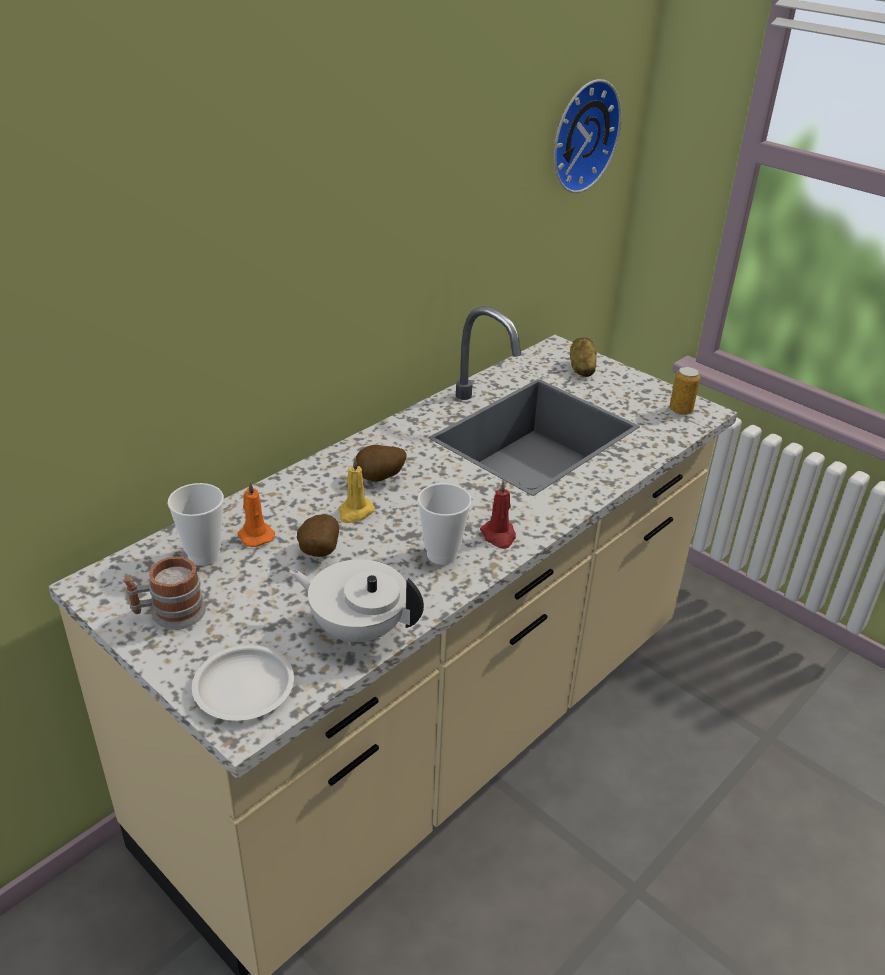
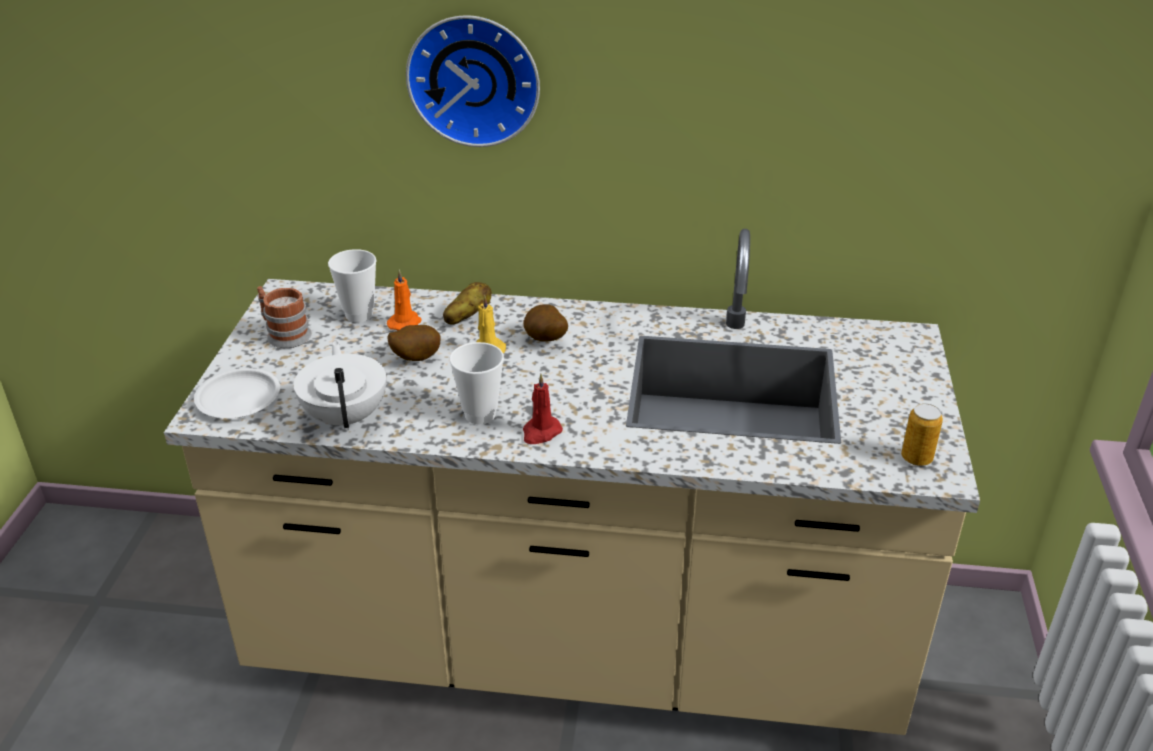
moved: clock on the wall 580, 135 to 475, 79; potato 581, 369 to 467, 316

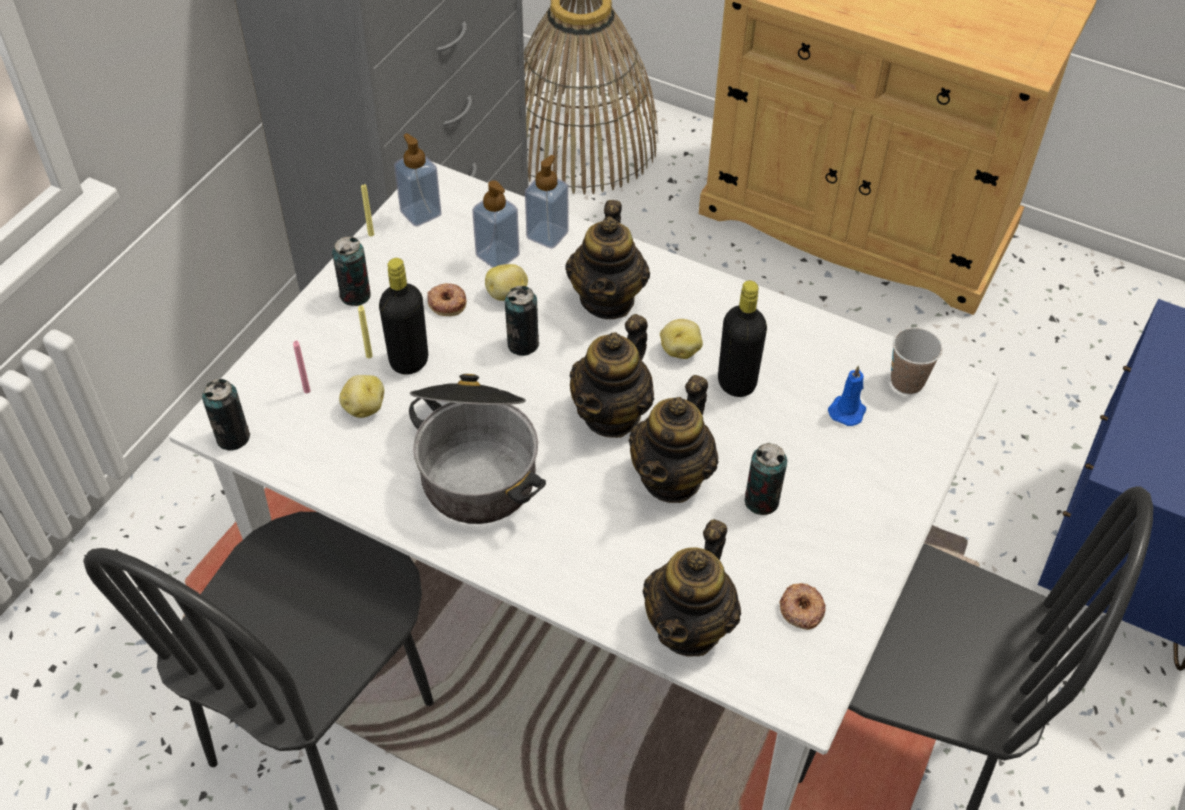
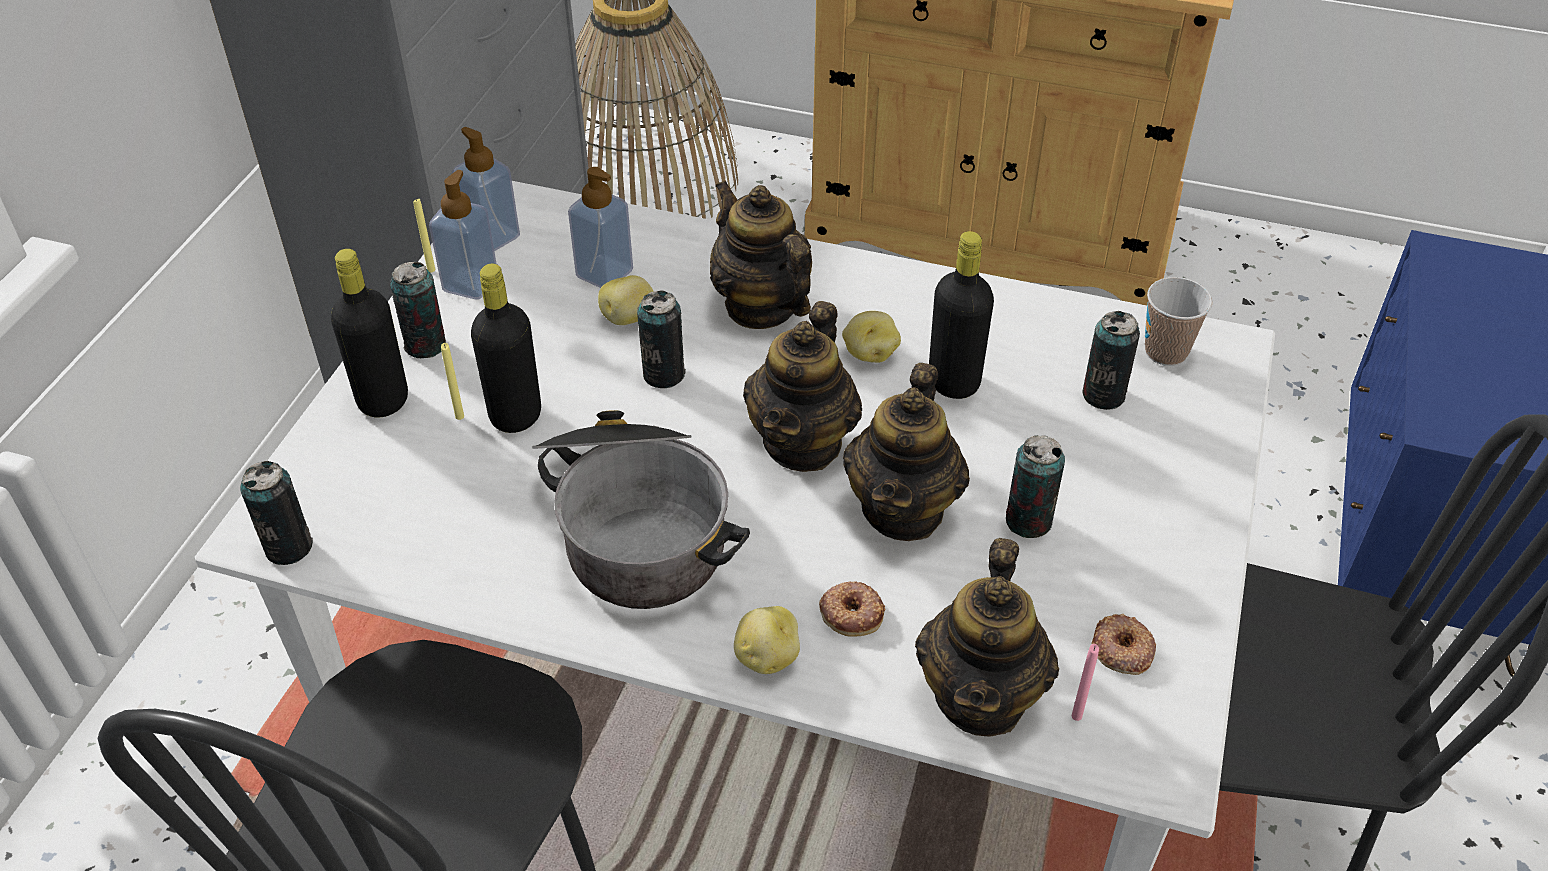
added: bottle/black 383, 400
moved: soap dispenser 547, 235 to 470, 284; potato 364, 408 to 766, 657; ring doughnut 447, 302 to 852, 612; candle/pinkish 307, 391 to 1076, 716
replaced: candle/blue-coloured 847, 410 to metal can 1103, 395
turned: teapot 608, 299 = 761, 306 150 degrees clockwise

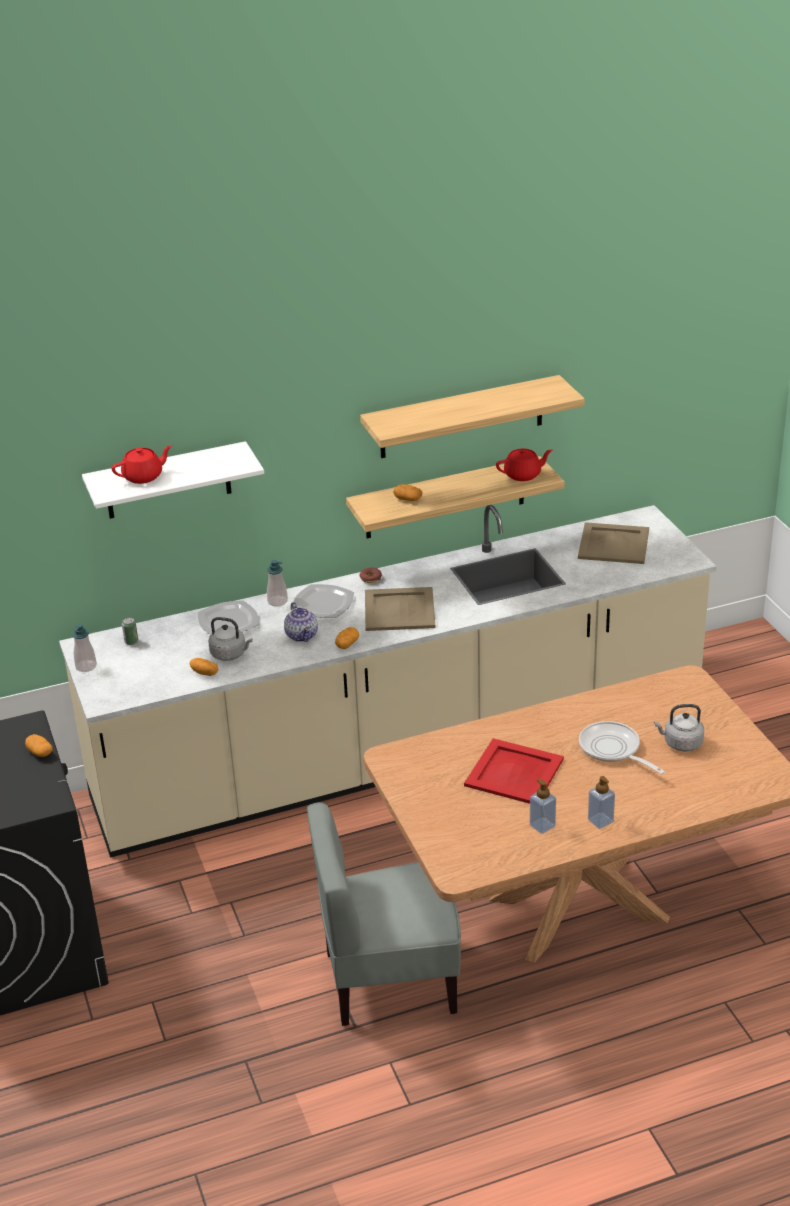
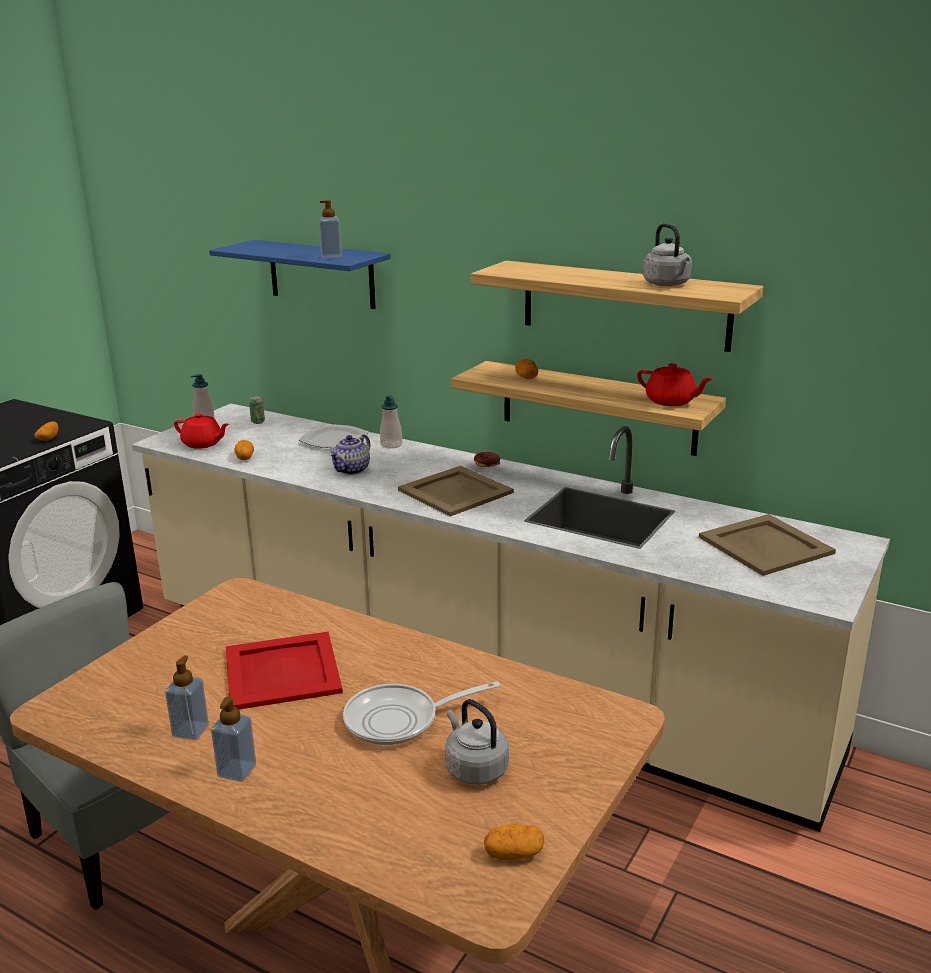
removed: plate 323, 603
added: soap dispenser 331, 257
moved: teapot/red-coloured 144, 476 to 203, 444; potato 347, 644 to 514, 854; tea kettle/grey 230, 654 to 667, 284
recoloured: shelf/whitish 167, 481 to shelf/blue-coloured 321, 274
turned: frying pan 613, 750 = 399, 720 120 degrees counterclockwise

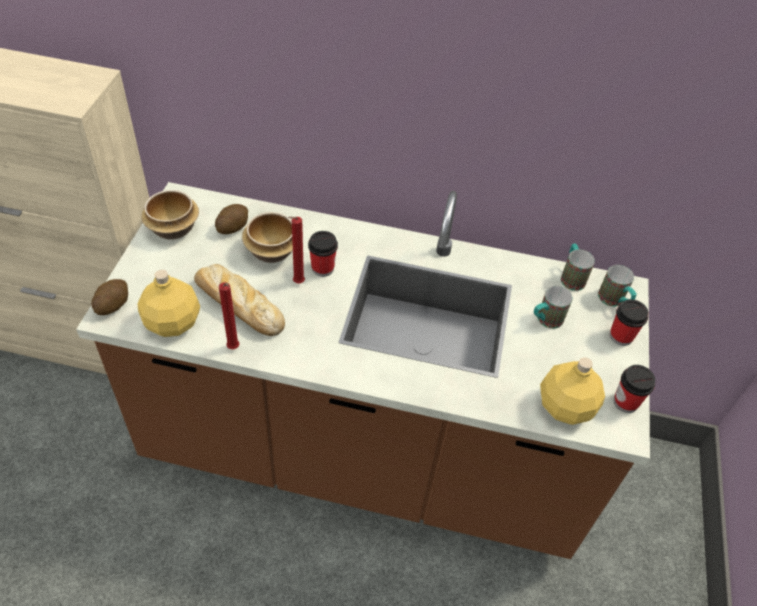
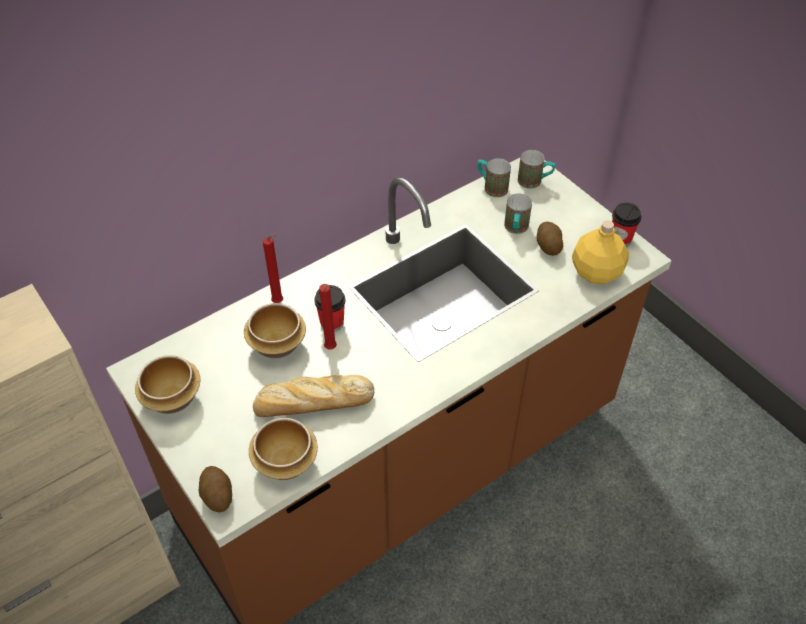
removed: cup 621, 336
moved: candle/red-coloured 234, 349 to 279, 302; potato 232, 227 to 548, 246
replaced: bottle/yellowish 173, 322 to bowl 285, 461

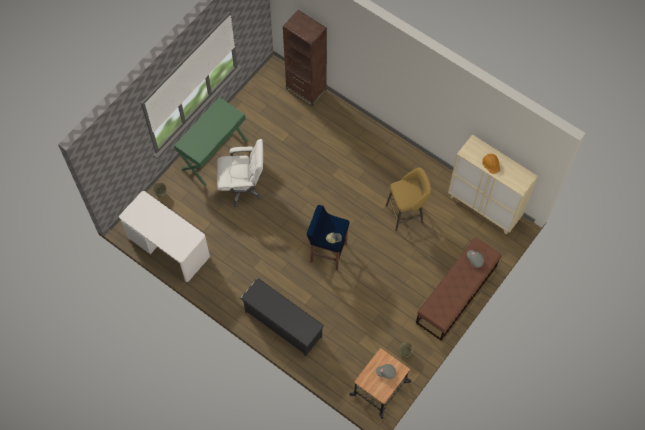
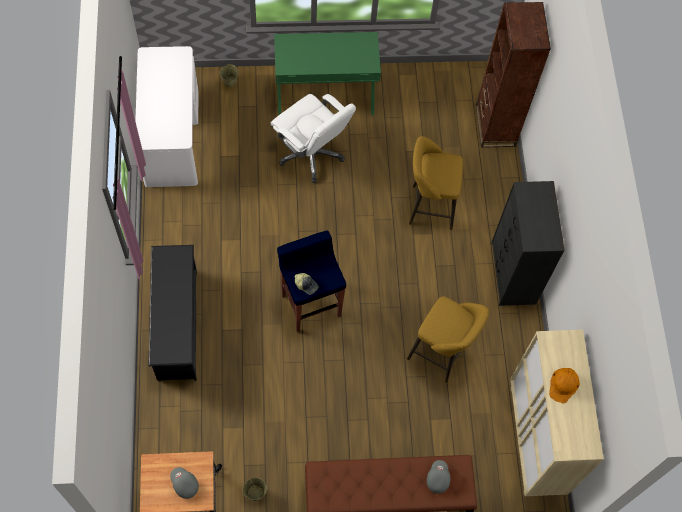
added: stool/yellowish 428, 207; chest of drawers/black 513, 274

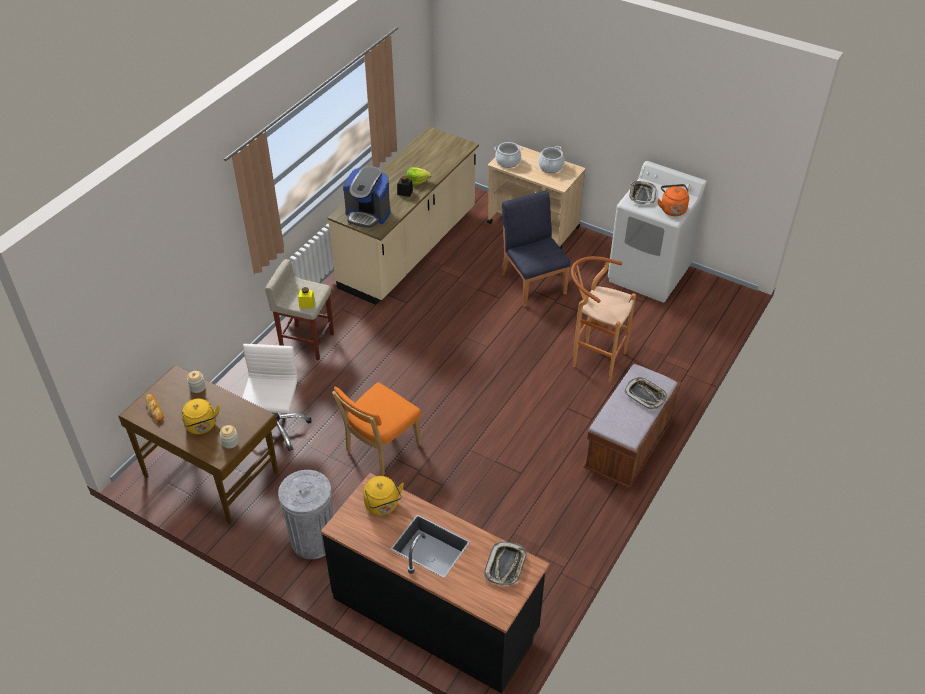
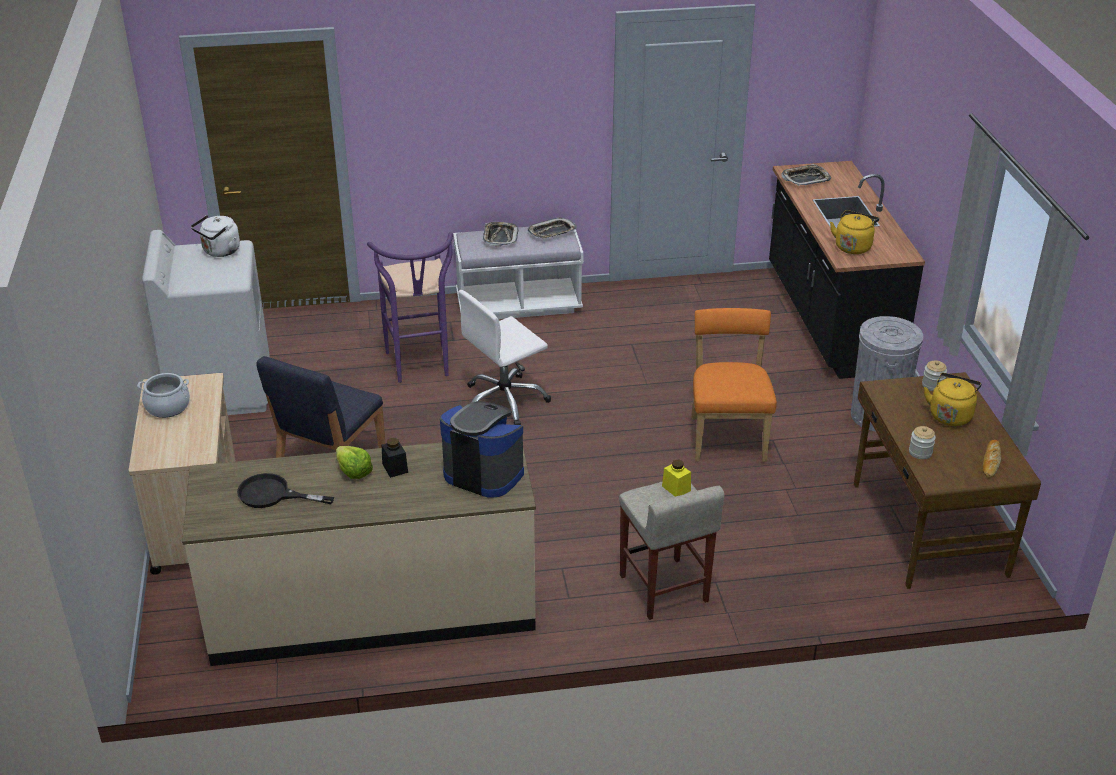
removed: saucepot 508, 161
added: frying pan/black 273, 495
moved: computer chair/whitish 275, 427 to 504, 401; serving tray 642, 195 to 552, 232
recoloured: tea kettle/orangey 672, 209 to tea kettle/whitish 220, 251; stool/brown-coloured 593, 359 to stool/purplish 420, 368; bench/brown-coloured 628, 447 to bench/whitish 518, 304
turned: coffee brewer 368, 214 = 484, 473 45 degrees counterclockwise; plain chair/orangey 380, 449 = 727, 436 90 degrees counterclockwise

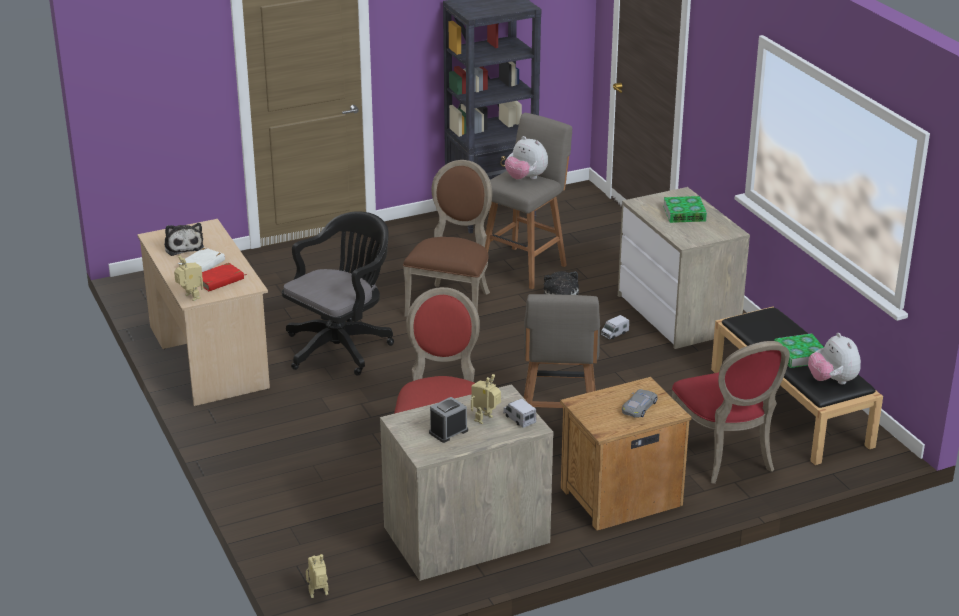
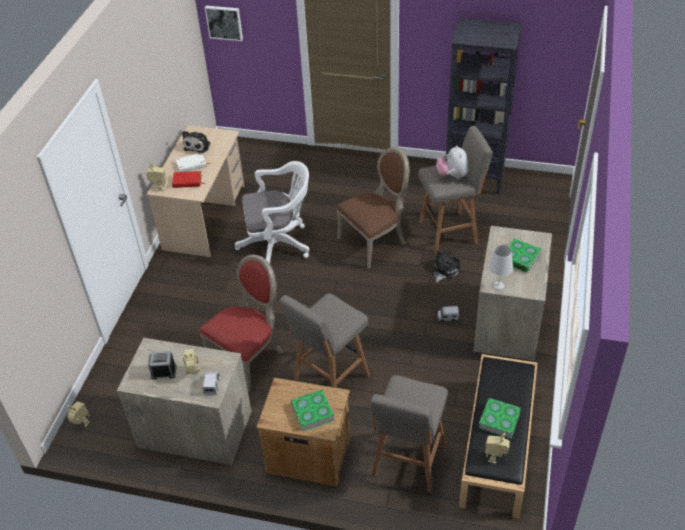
added: wall art 224, 22; tabletop lamp/whitish 498, 286
replaced: model car/grey 639, 407 to volume 312, 412; plain chair/red-coloured 726, 456 to stool/grey 408, 463; cuddly toy 832, 381 to robot figure 495, 457
recoloured: computer chair/black 341, 346 to computer chair/whitish 279, 244

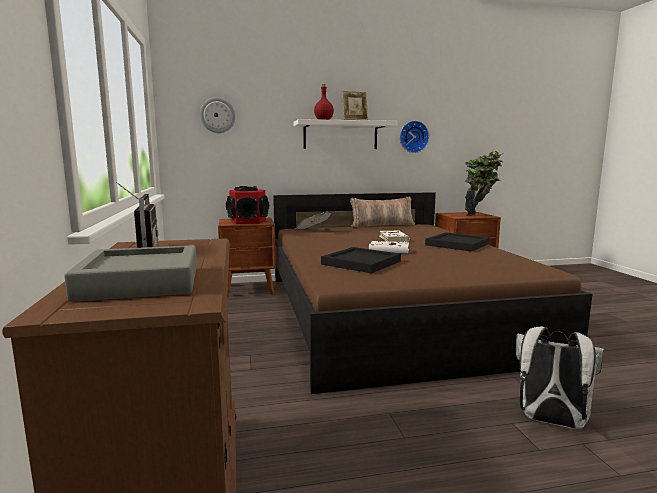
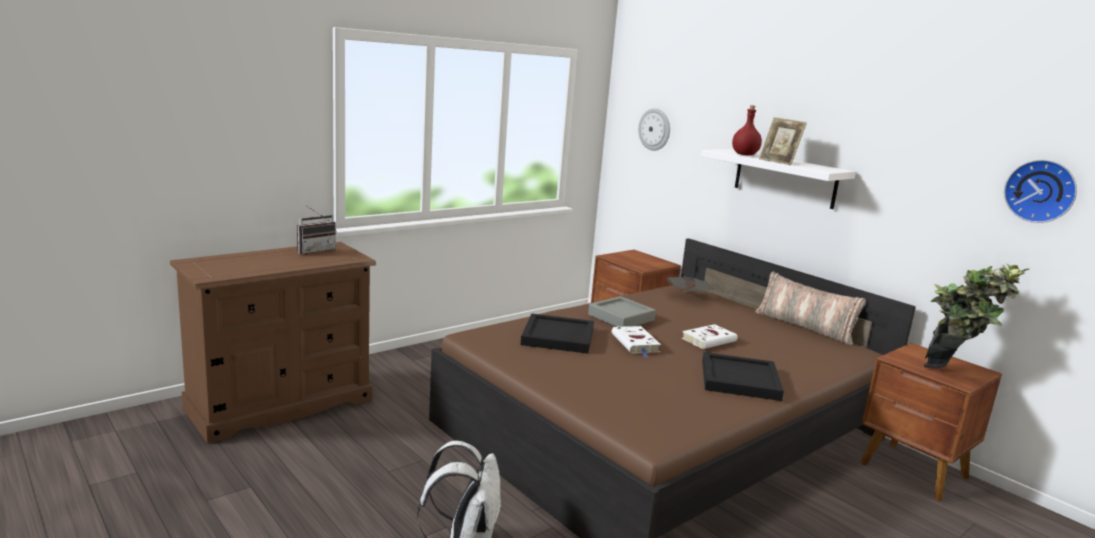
removed: audio speaker 248, 221
moved: serving tray/grey 140, 282 to 621, 317; clock on the wall 413, 137 to 1041, 191

